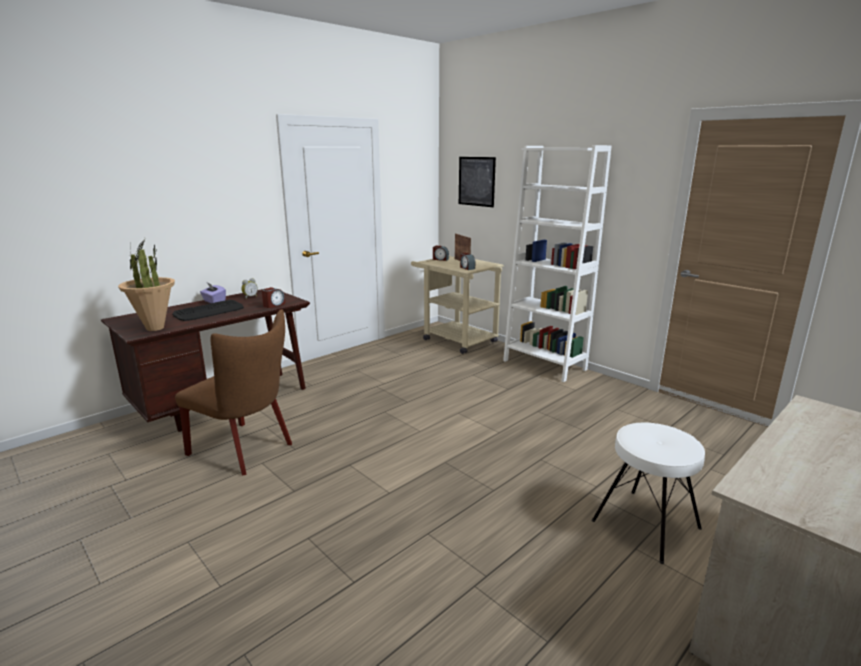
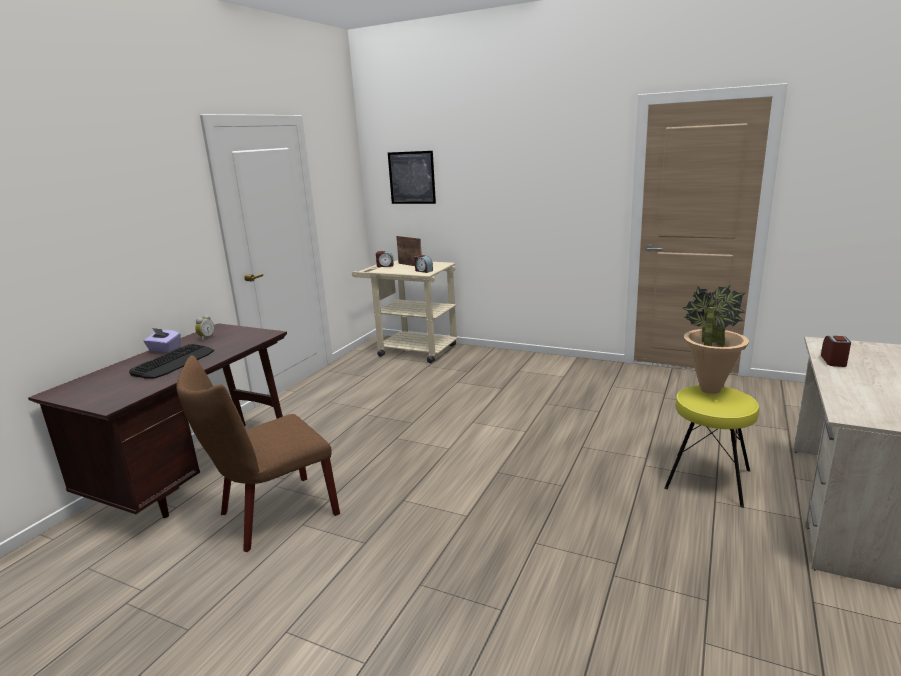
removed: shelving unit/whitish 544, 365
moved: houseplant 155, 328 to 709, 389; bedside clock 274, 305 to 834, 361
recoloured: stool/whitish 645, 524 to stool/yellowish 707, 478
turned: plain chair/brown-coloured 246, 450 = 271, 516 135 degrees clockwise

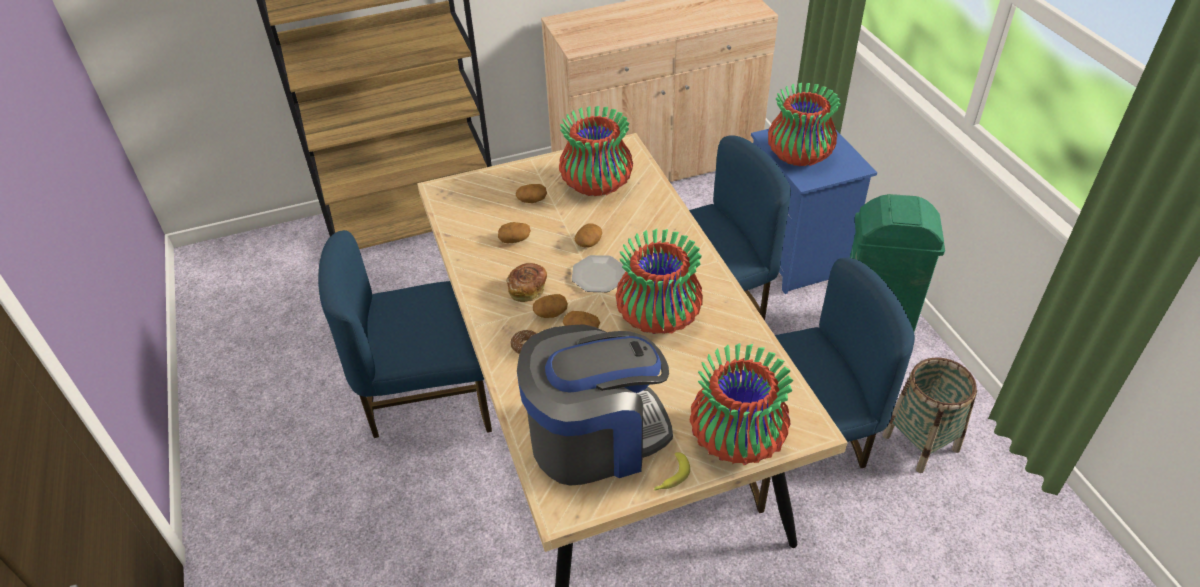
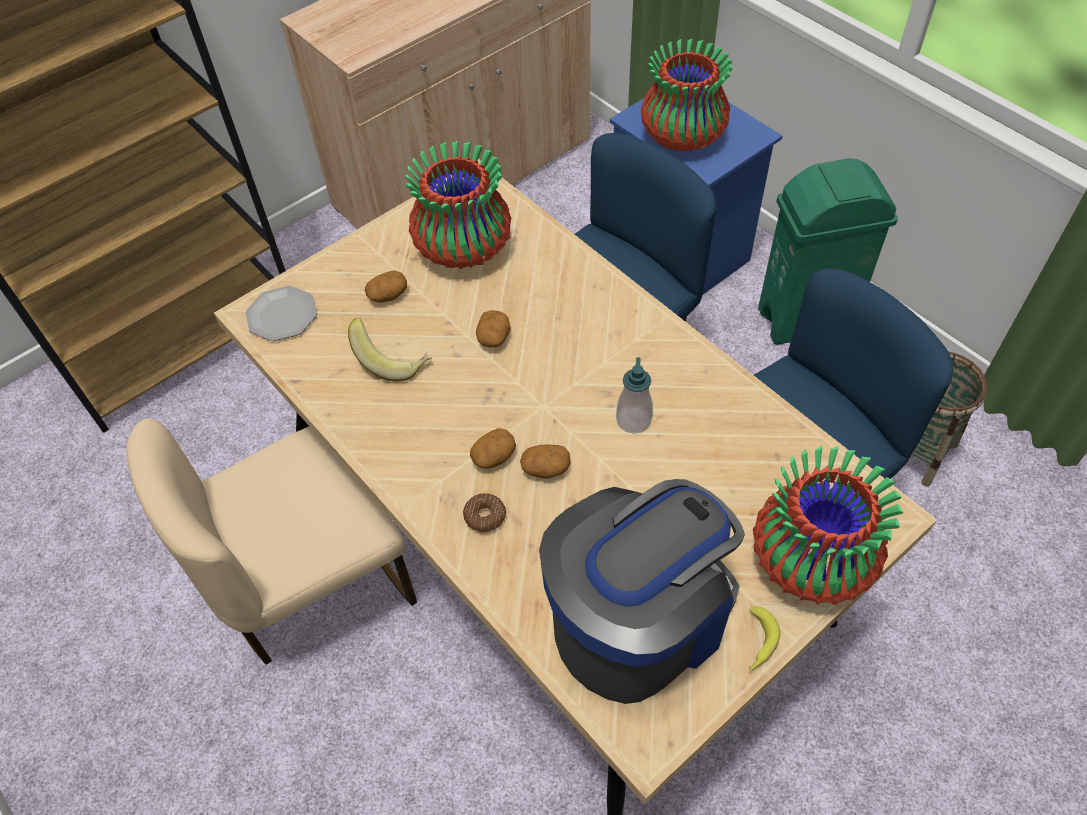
removed: baked bread 528, 289
moved: plate 599, 275 to 283, 315
replaced: potato 515, 239 to banana fruit 393, 360; decorative vase 657, 317 to soap dispenser 633, 420
recoloured: plain chair/blue-coloured 428, 397 to plain chair/sand-coloured 313, 582

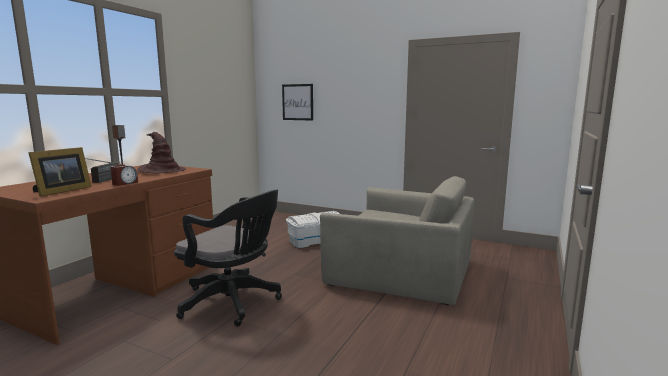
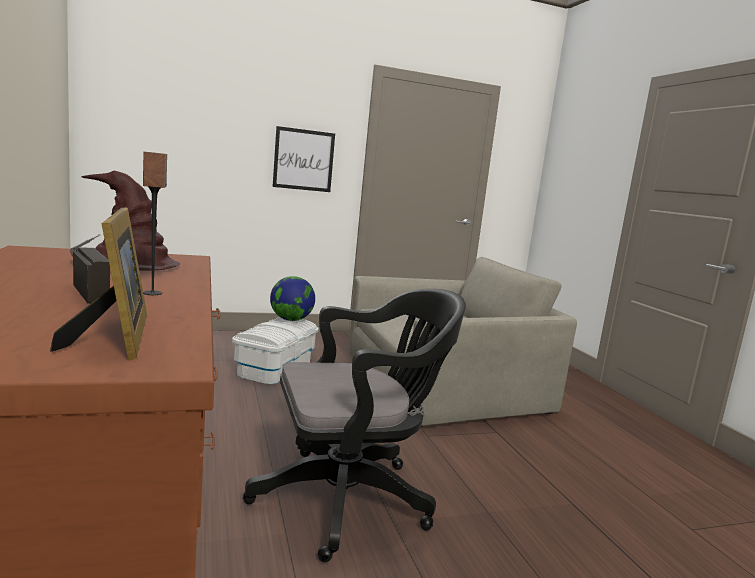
removed: bedside clock 125, 183
added: desk globe 291, 320
moved: wall art 297, 102 to 303, 160

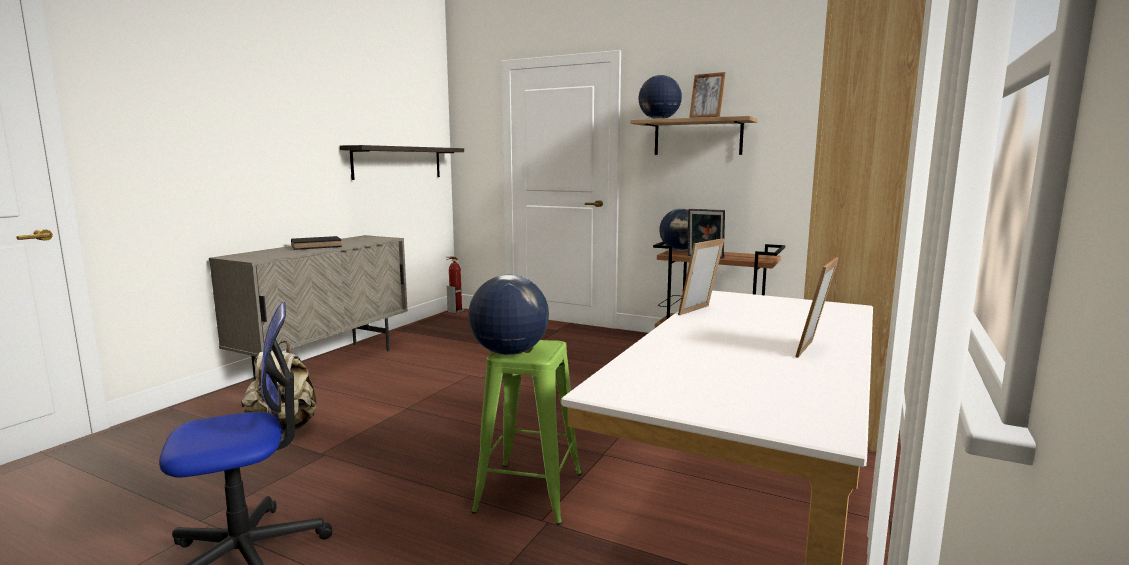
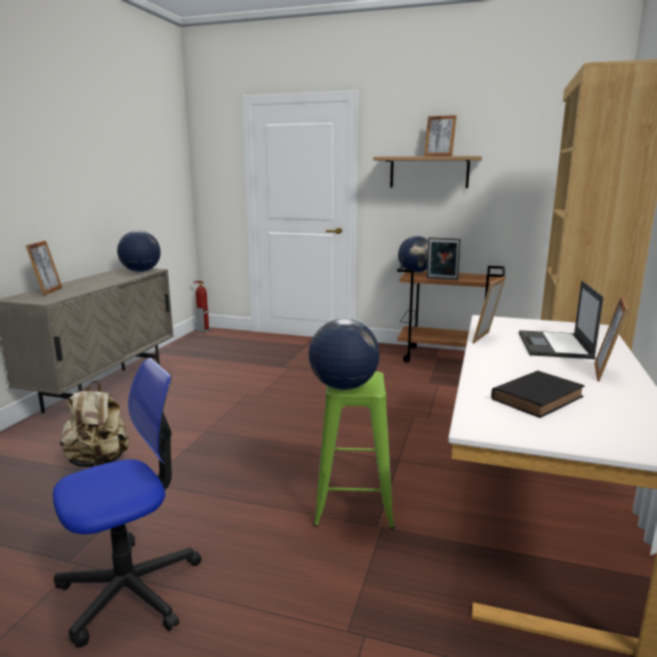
removed: shelf 398, 162
added: picture frame 48, 291; portable computer 554, 345
moved: desk globe 659, 119 to 140, 271; volume/black 318, 246 to 538, 398

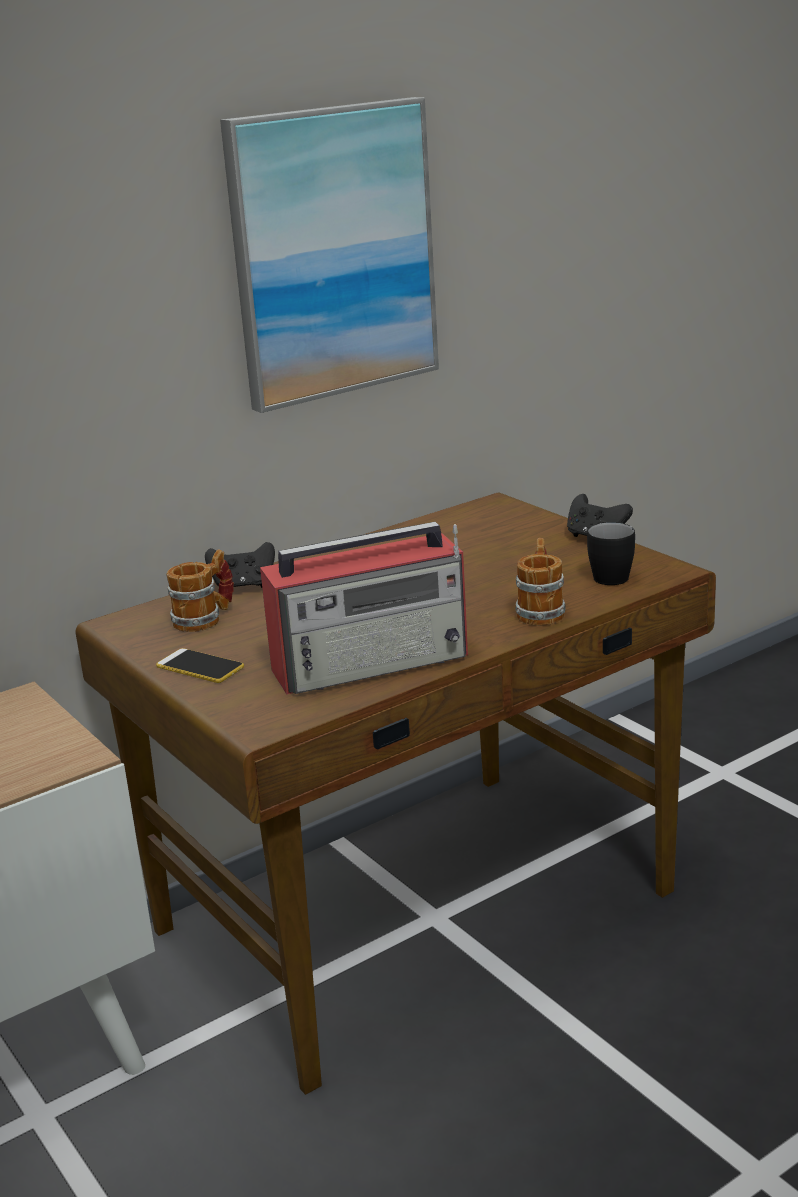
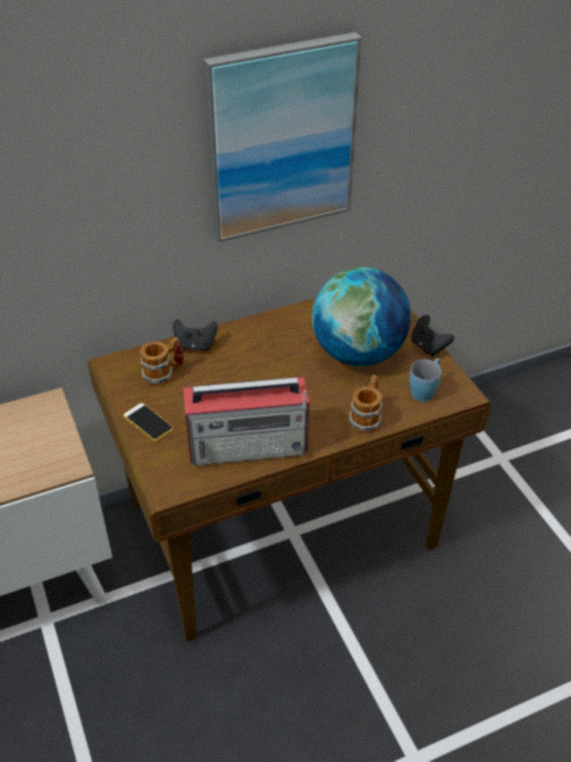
added: desk globe 358, 353
recoloured: tea mug/black 613, 574 to tea mug/blue-coloured 425, 390

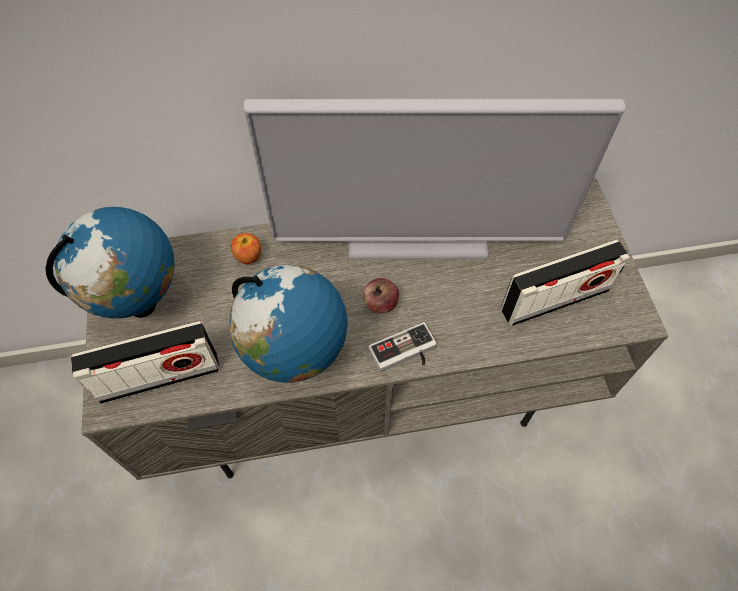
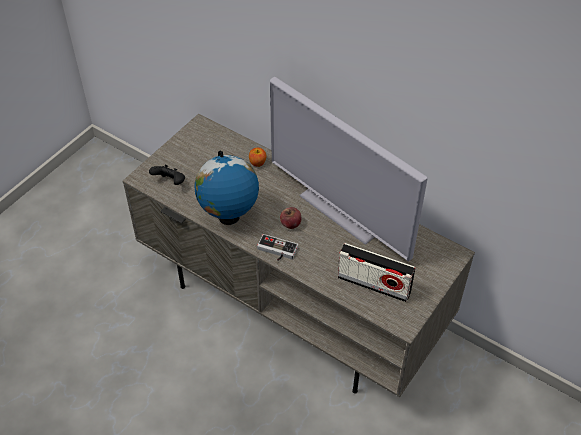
removed: desk globe 141, 304
replaced: radio receiver 159, 377 to joypad/black 170, 182

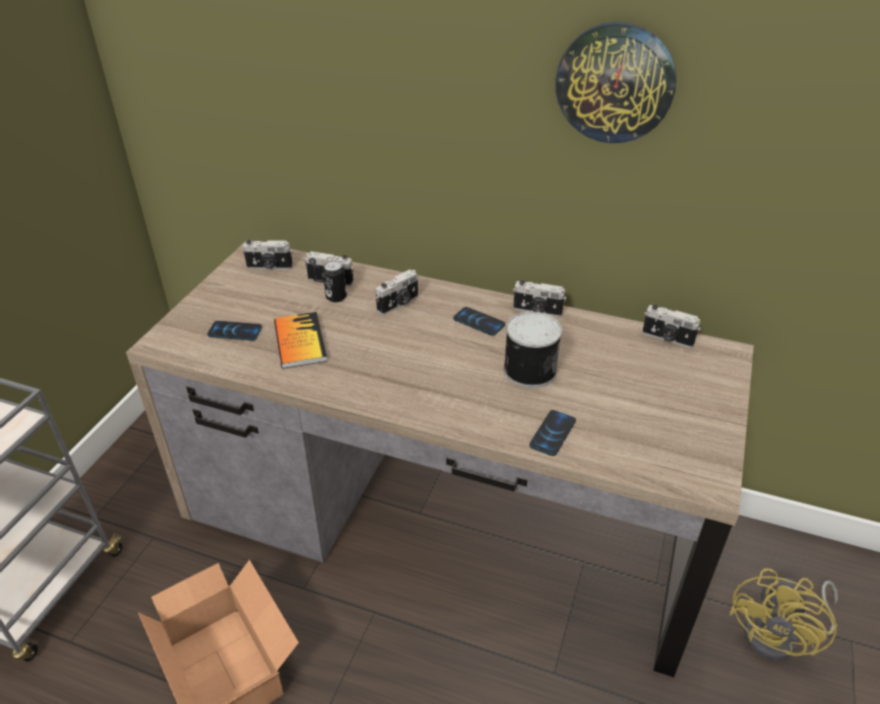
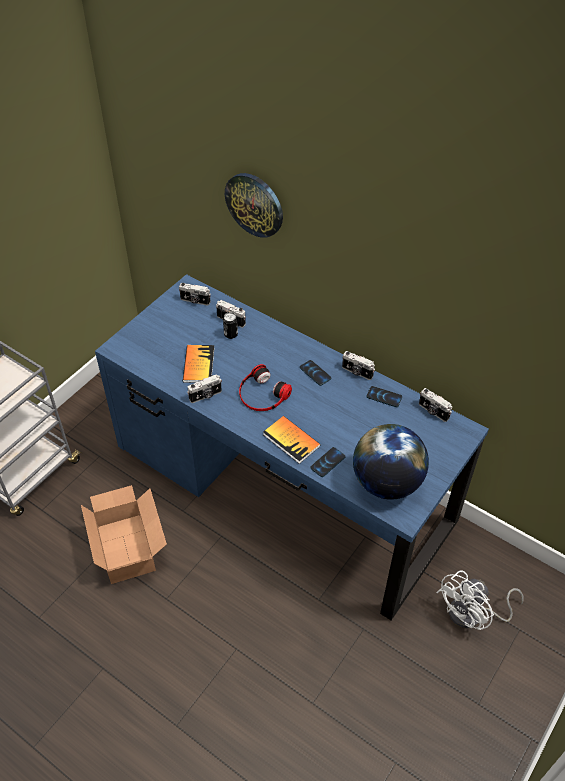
removed: metal can 528, 369
added: pair of headphones 262, 394; volume 291, 440; desk globe 386, 482
moved: photo camera 399, 304 to 206, 396; clock on the wall 615, 83 to 254, 204; handset 235, 331 to 384, 397
recoloured: desk/brown-coloured 440, 515 to desk/blue-coloured 282, 483; cooling fan/yellowish 780, 637 to cooling fan/whitish 472, 615

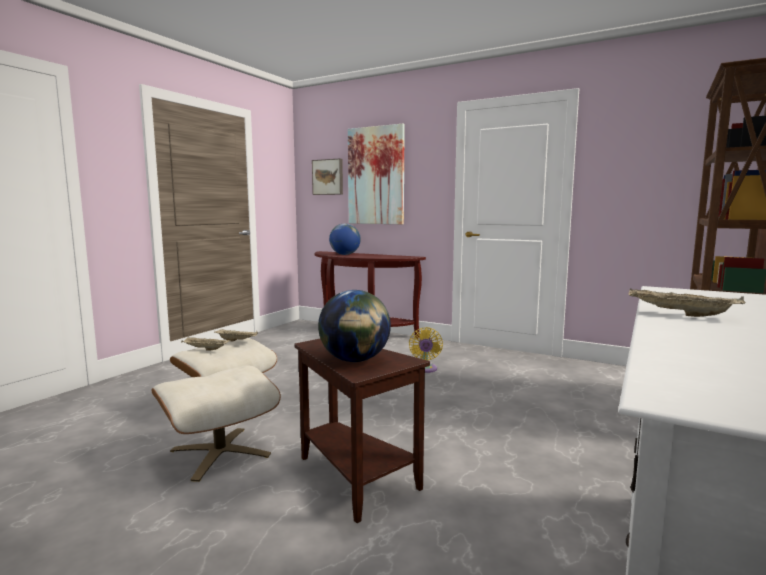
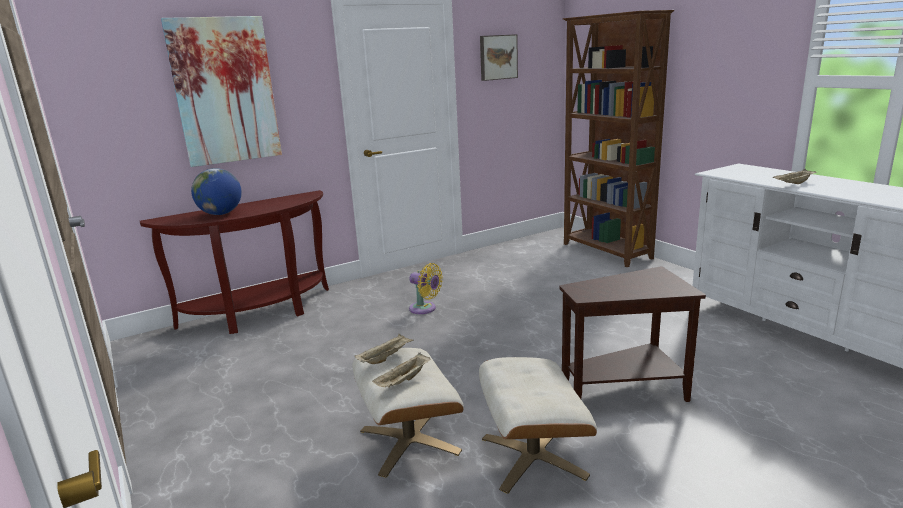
removed: desk globe 355, 360
moved: wall art 328, 177 to 497, 57

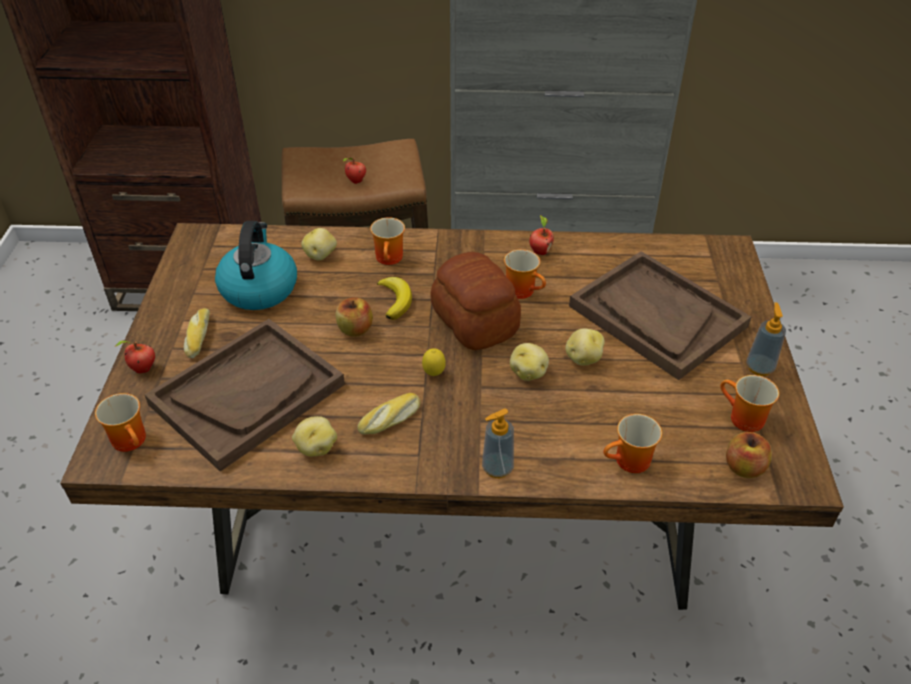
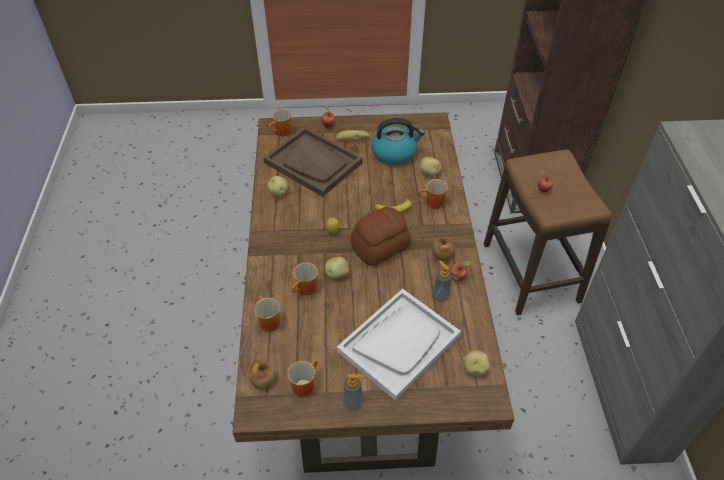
removed: baked bread 391, 420
moved: tea mug 524, 290 to 306, 290; apple fruit 355, 329 to 442, 256; soap dispenser 497, 468 to 440, 295; potato 583, 358 to 475, 368
recoloured: serving tray/brown-coloured 656, 316 to serving tray/whitish 399, 343

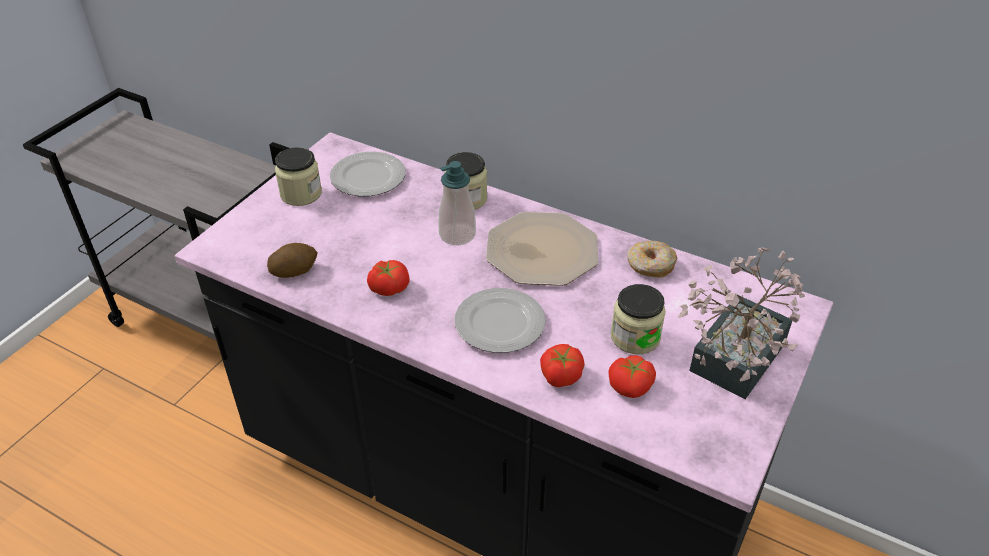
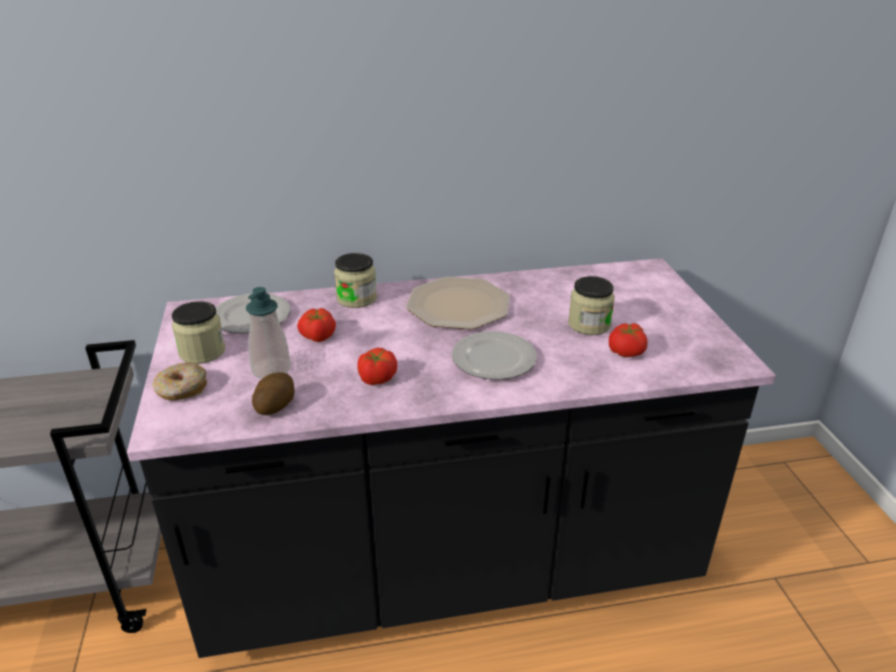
removed: houseplant 730, 364
moved: ring doughnut 650, 265 to 181, 389; soap dispenser 457, 235 to 271, 370; whole tomato 560, 375 to 317, 336

